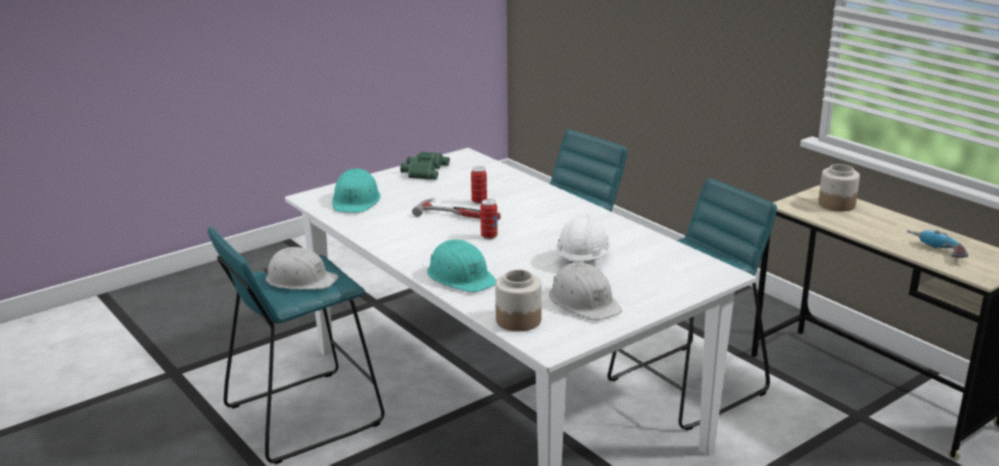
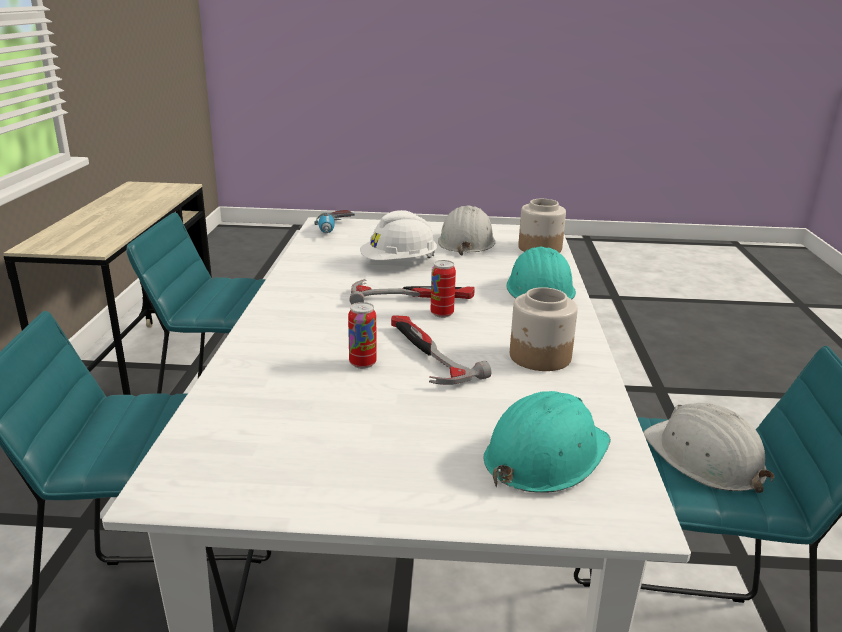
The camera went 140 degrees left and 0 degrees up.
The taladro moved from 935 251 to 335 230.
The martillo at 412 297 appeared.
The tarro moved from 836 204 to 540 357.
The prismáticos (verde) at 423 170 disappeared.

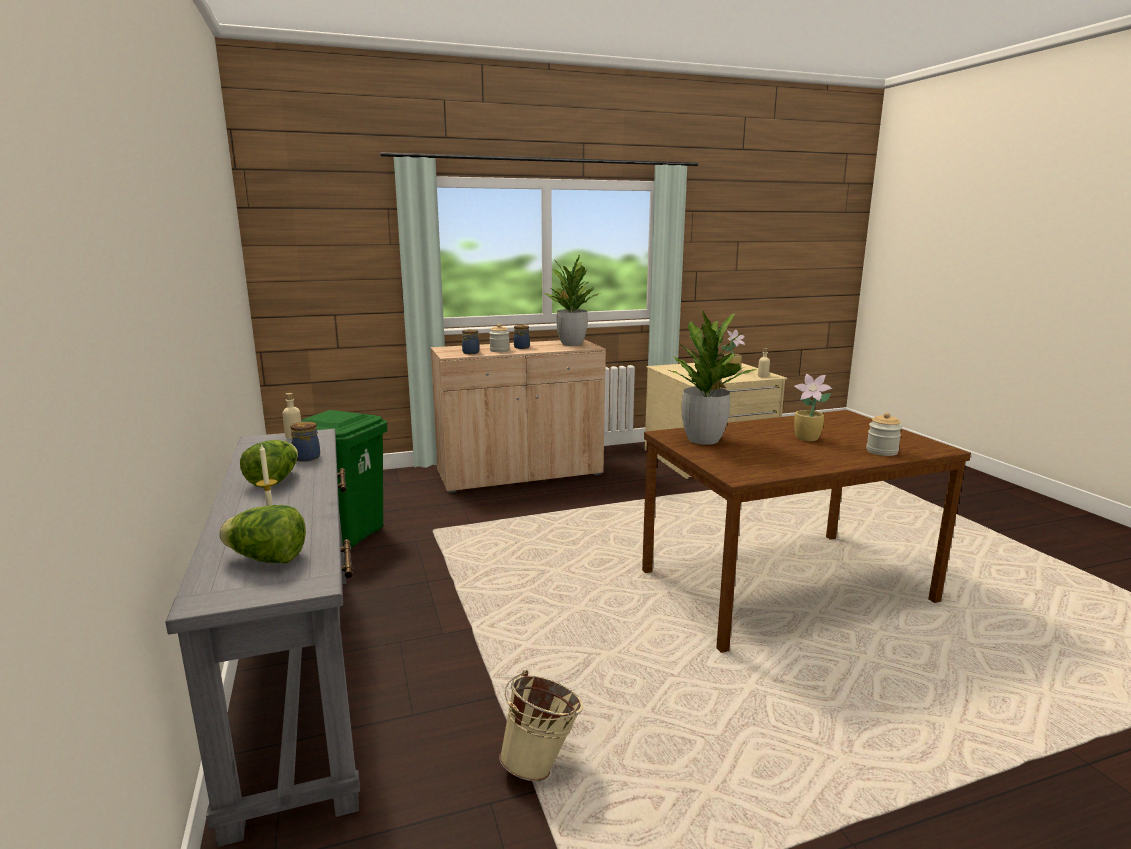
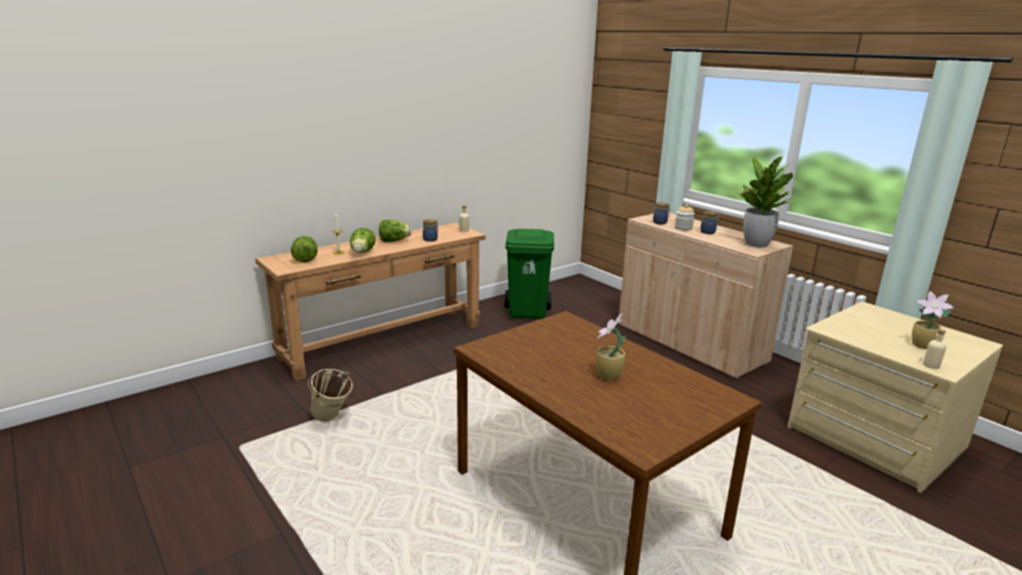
The camera went 70 degrees right and 5 degrees up.
The mesa consola (gris) at 300 674 became the mesa consola (marrón) at 383 341.
The lechuga at 362 253 appeared.
The planta en maceta at 703 440 disappeared.
The tarro at 881 451 disappeared.

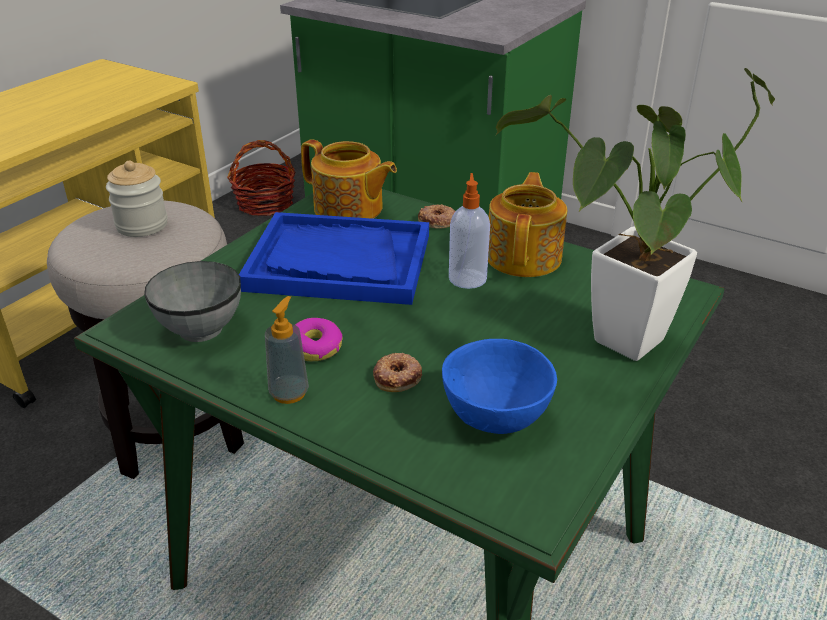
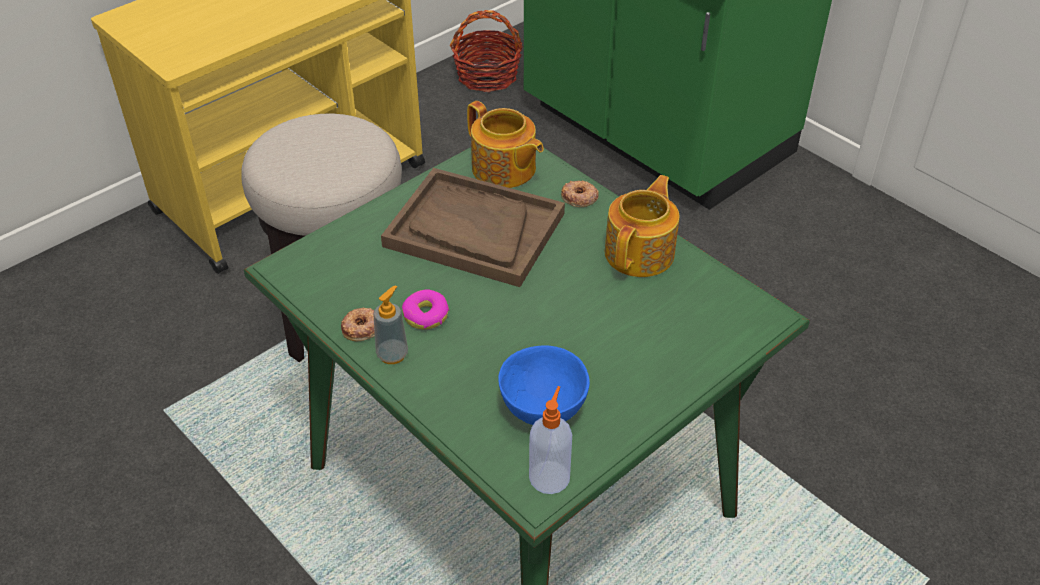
The camera went 15 degrees right and 10 degrees up.
The rosquilla moved from 398 377 to 362 328.
The bandeja (azul) at 338 262 became the bandeja (marrón) at 474 230.
The dispensador de jabón moved from 467 278 to 550 476.
The tarro at 142 225 disappeared.
The cuenco (gris) at 199 329 disappeared.
The planta en maceta at 618 348 disappeared.

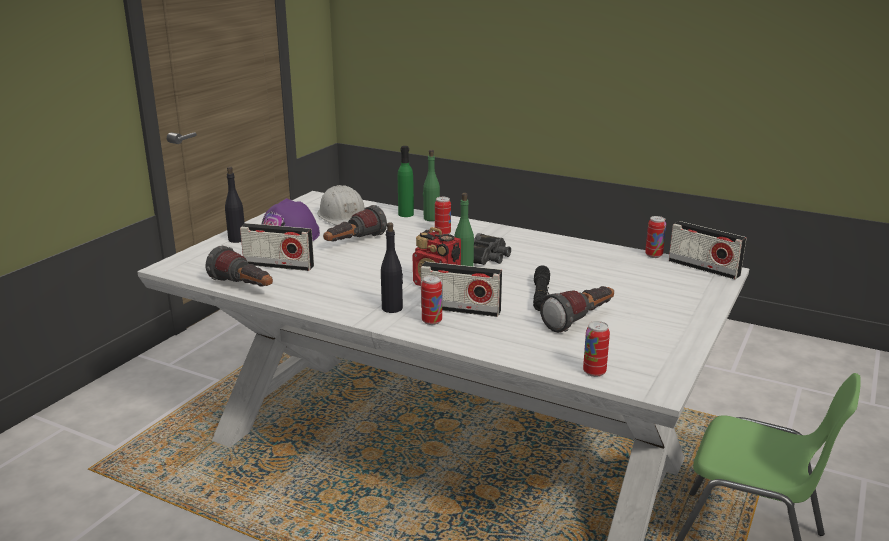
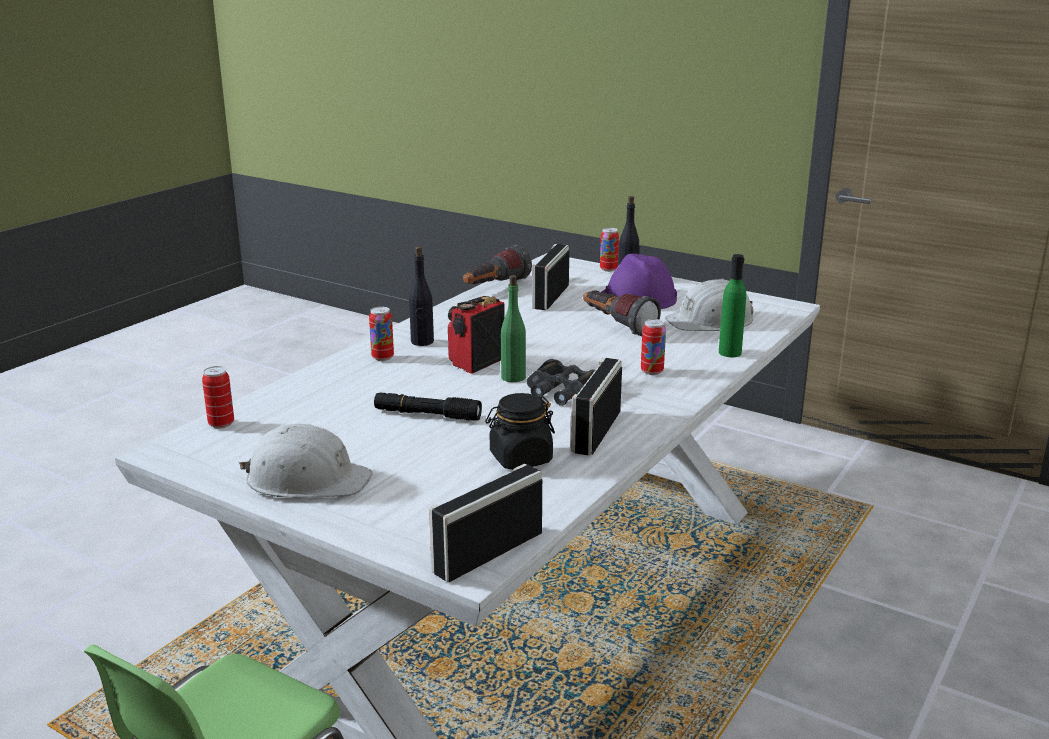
The camera went 95 degrees right and 0 degrees up.
The casco (blanco) at 307 479 appeared.
The tarro (negro) at 520 458 appeared.
The radio moved from 460 309 to 596 431.
The lata moved from 653 255 to 608 269.
The botella (verde) at 431 218 disappeared.
The linterna at 580 321 disappeared.

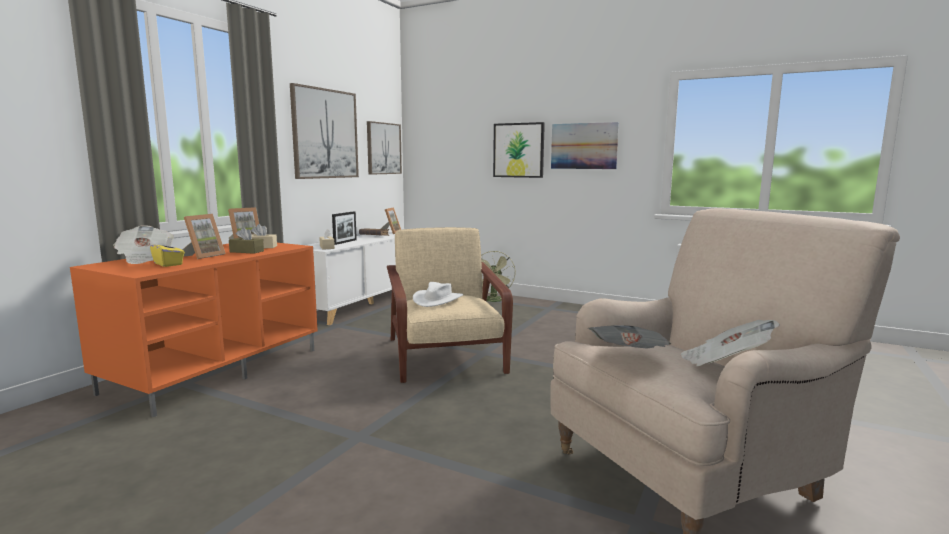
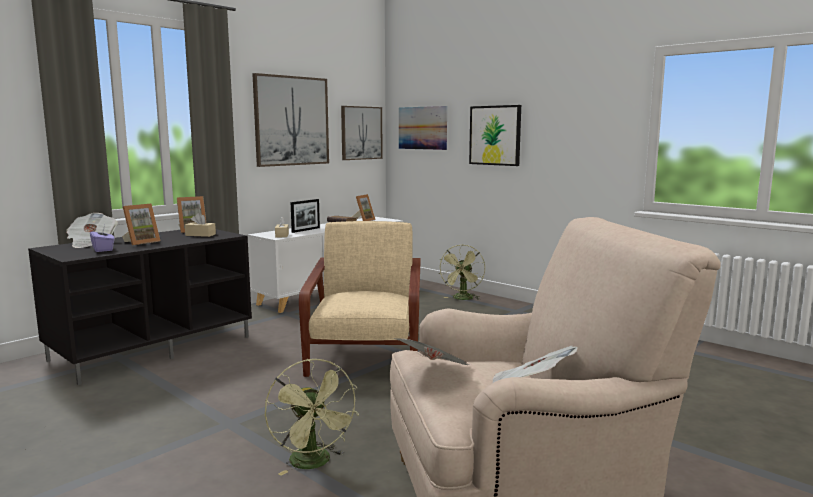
The camera went 15 degrees right and 0 degrees up.
The mueble de televisión (naranja) at 216 369 became the mueble de televisión (negro) at 153 347.
The caja de pañuelos (amarillo) at 168 264 became the caja de pañuelos (morado) at 103 249.
The ventilador (verde) at 314 463 appeared.
The cuadro moved from 583 146 to 422 128.
The caja de pañuelos (marrón) at 246 251 disappeared.
The sombrero (blanco) at 438 300 disappeared.

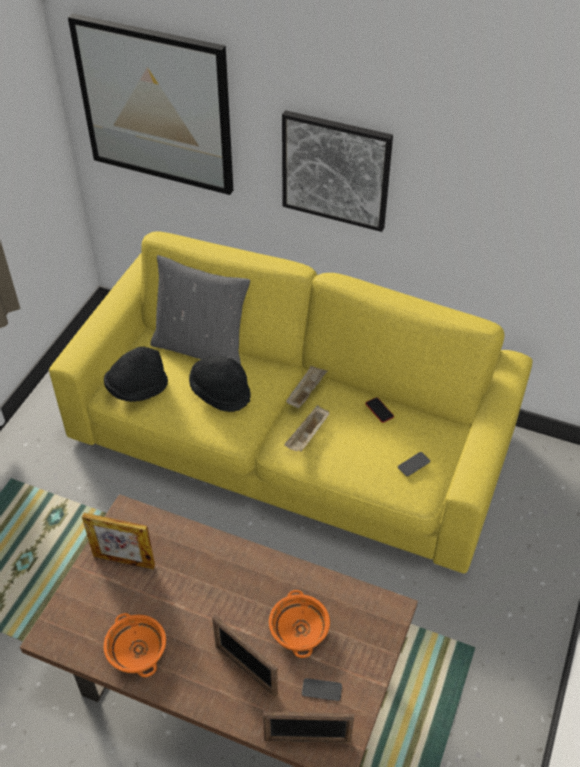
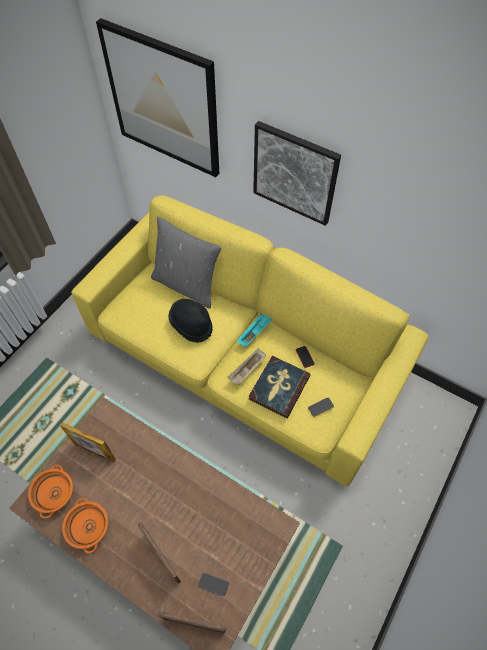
The camera went 10 degrees right and 10 degrees up.
The cuenco (naranja) moved from 298 630 to 54 493.
The bandeja (beis) at 306 392 became the bandeja (turquesa) at 254 333.
The libro at 279 387 appeared.
The sombrero (negro) at 137 388 disappeared.

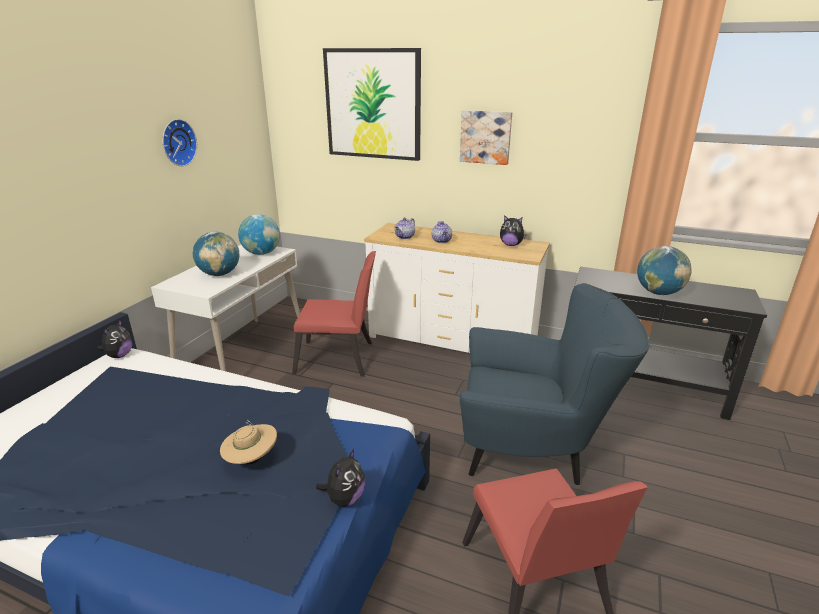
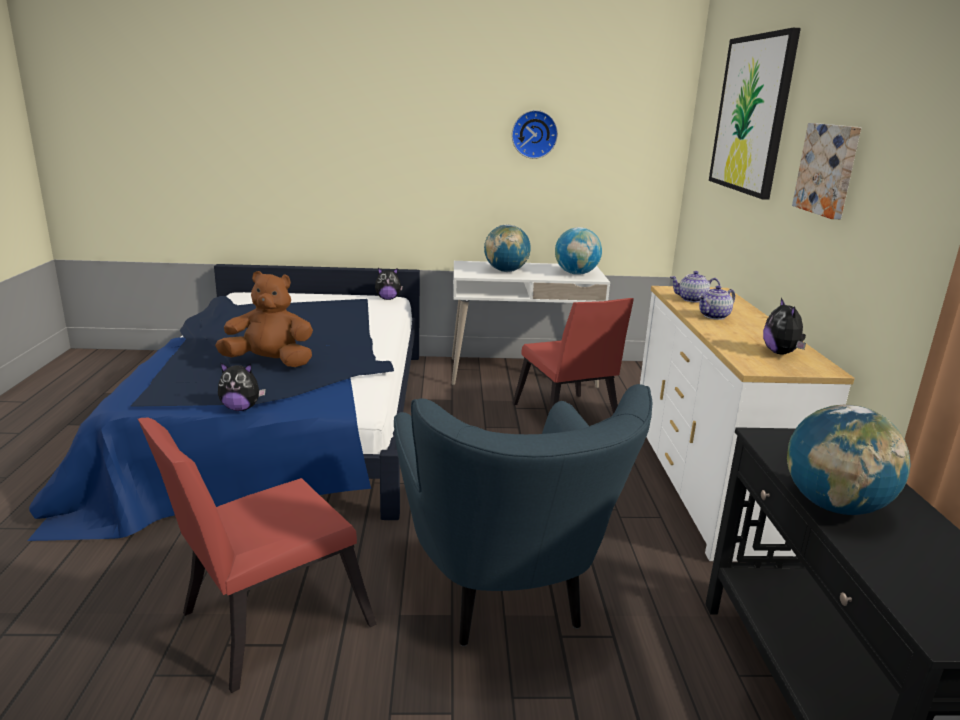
The camera went 65 degrees right and 5 degrees down.
The sombrero (beis) at 251 459 was replaced by the peluche (marrón) at 270 362.

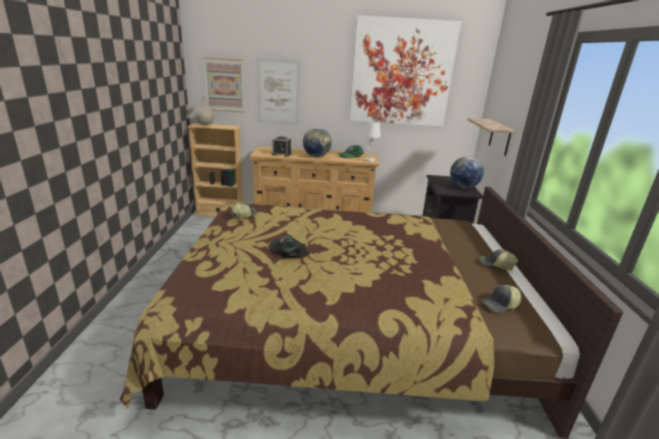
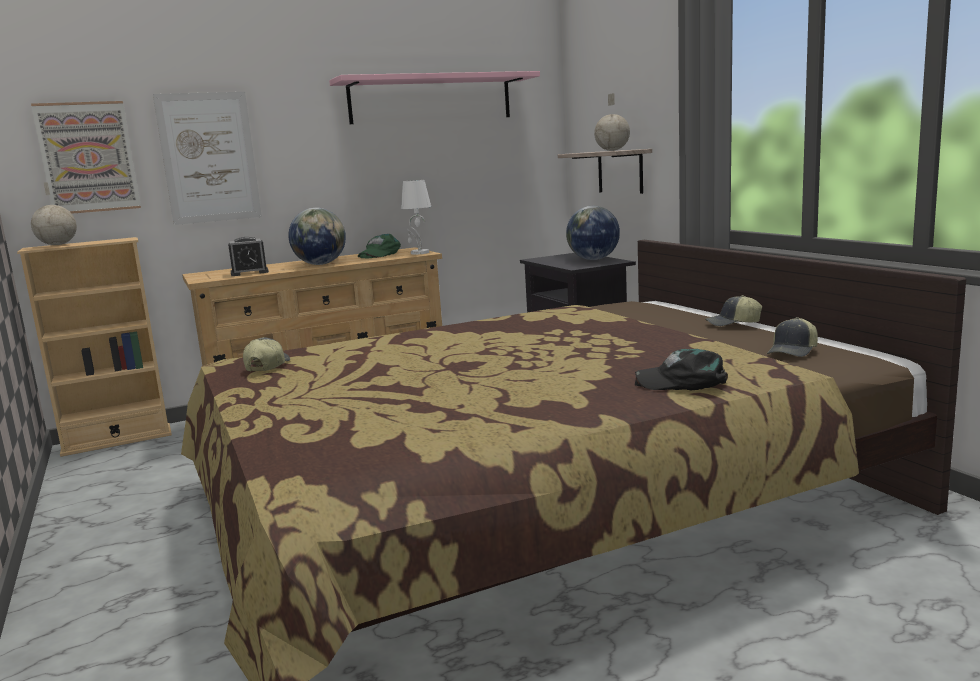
The camera went 25 degrees left and 10 degrees down.
The cuadro at 402 73 was replaced by the estante (rosa) at 431 99.
The globo terráqueo at 612 150 appeared.
The gorra (negro) moved from 288 251 to 682 382.

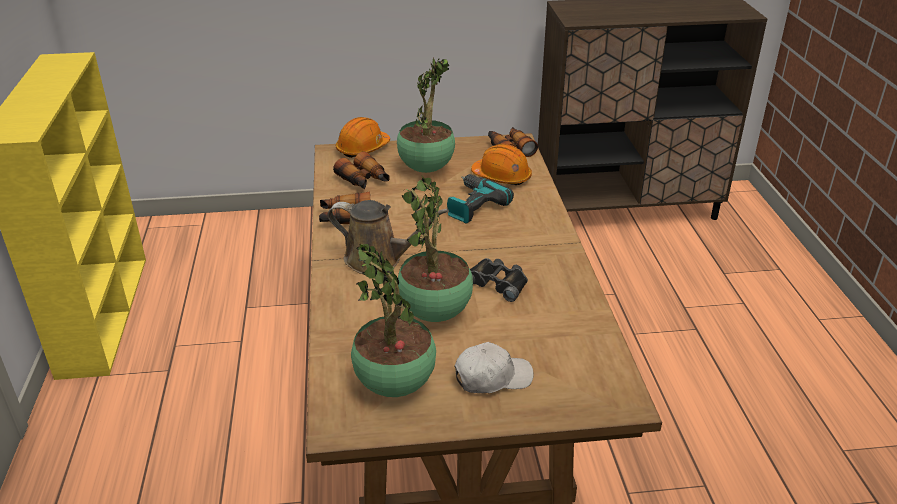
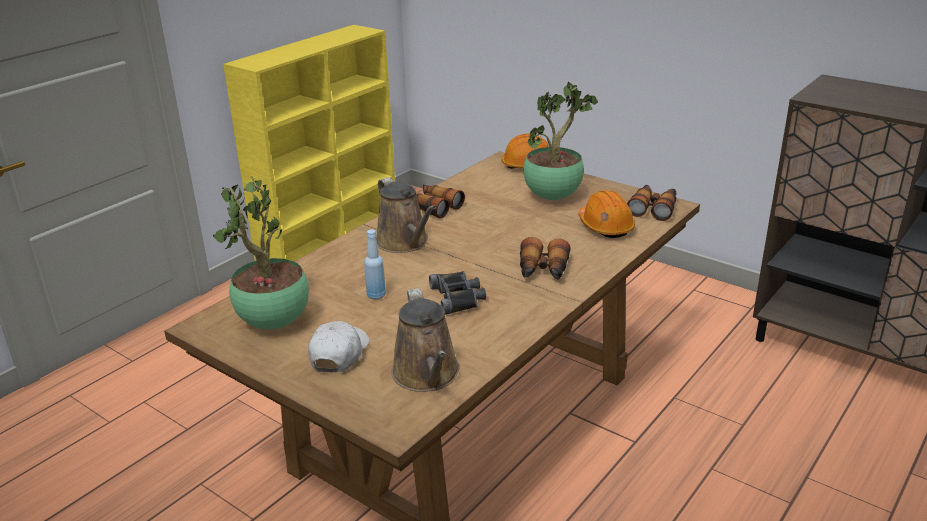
The camera went 45 degrees right and 5 degrees down.
The gorra (blanco) at 492 377 turned 105 degrees counterclockwise.
The planta en maceta at 435 315 was replaced by the botella (azul) at 376 295.
The regadera (marrón) at 427 375 appeared.
The prismáticos moved from 364 181 to 543 270.
The taladro at 472 205 disappeared.

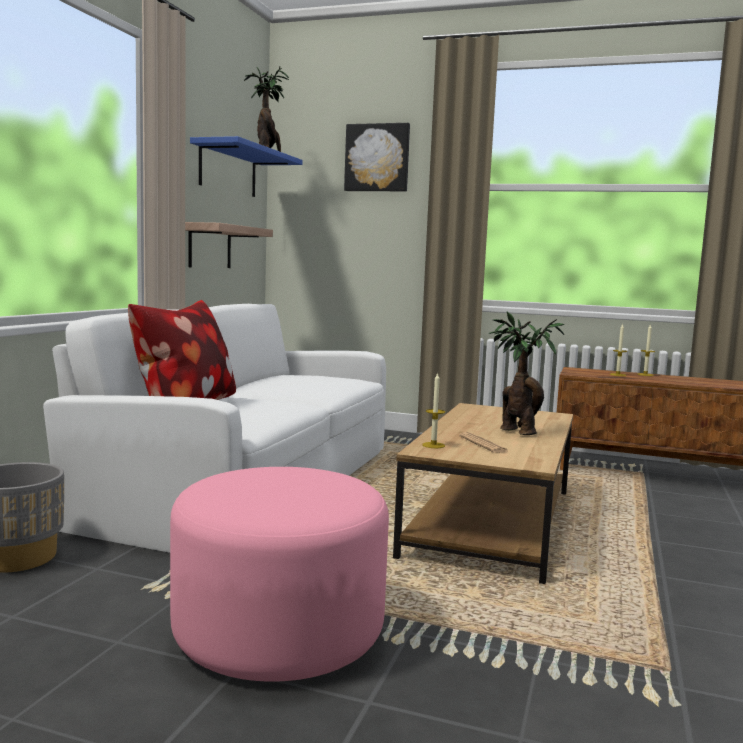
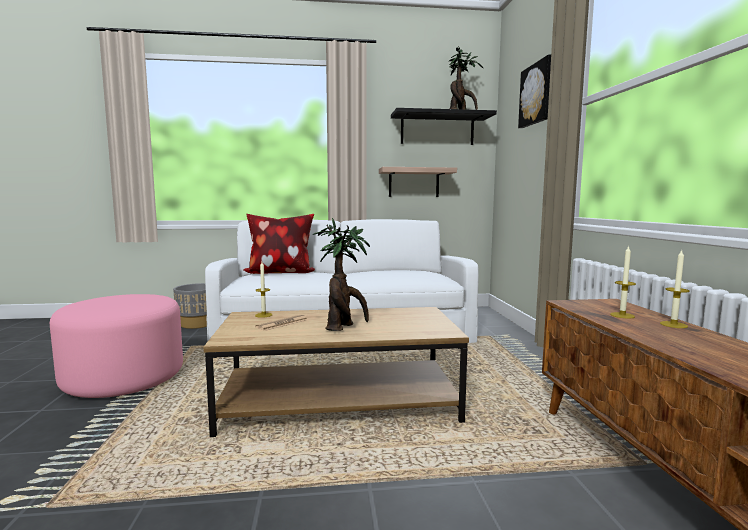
The camera went 65 degrees right and 0 degrees up.
The estante (azul) at 228 170 became the estante (negro) at 437 130.

